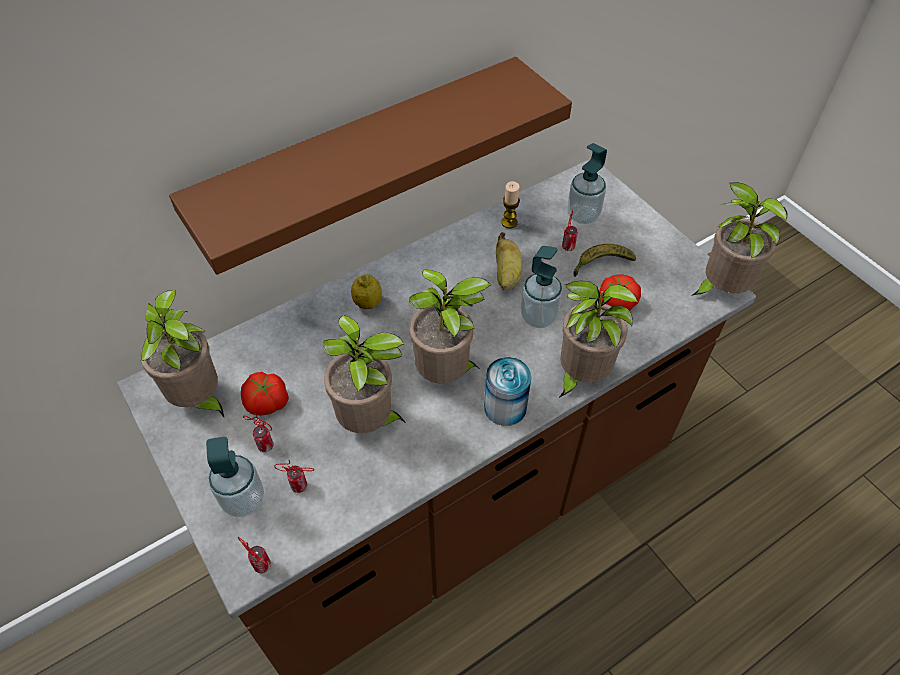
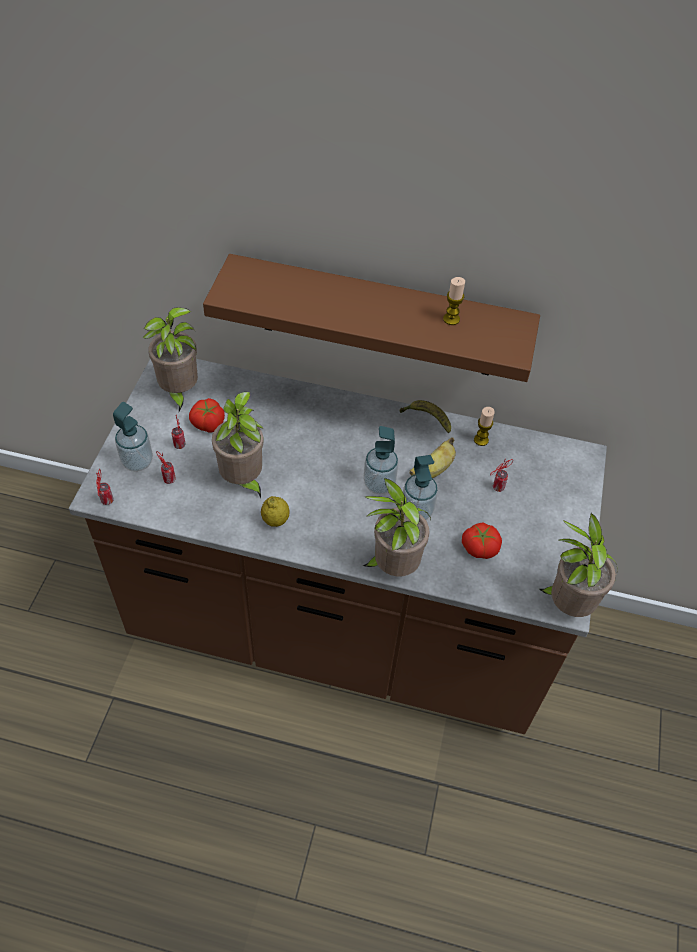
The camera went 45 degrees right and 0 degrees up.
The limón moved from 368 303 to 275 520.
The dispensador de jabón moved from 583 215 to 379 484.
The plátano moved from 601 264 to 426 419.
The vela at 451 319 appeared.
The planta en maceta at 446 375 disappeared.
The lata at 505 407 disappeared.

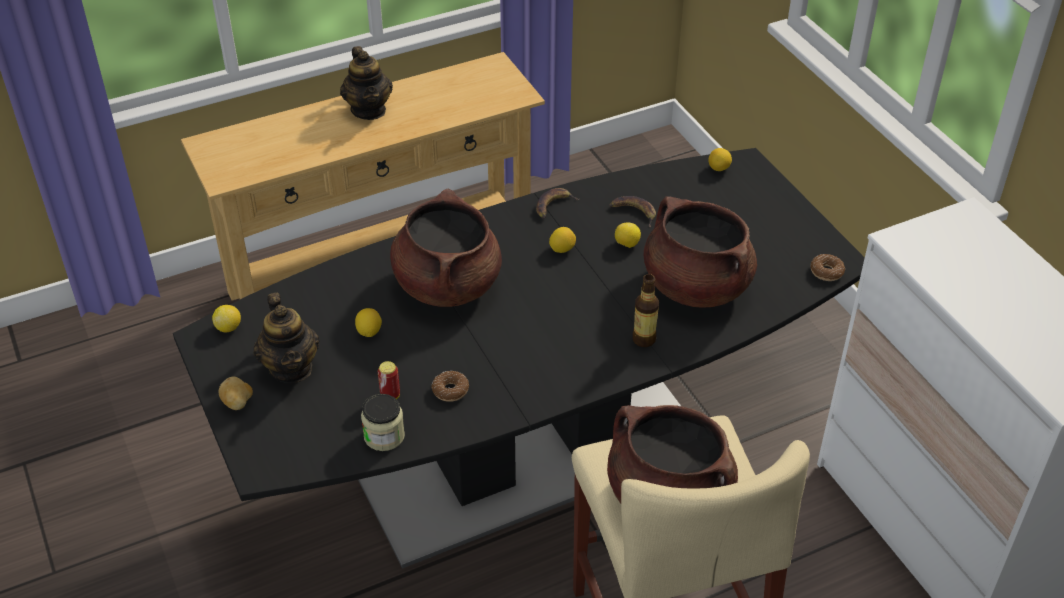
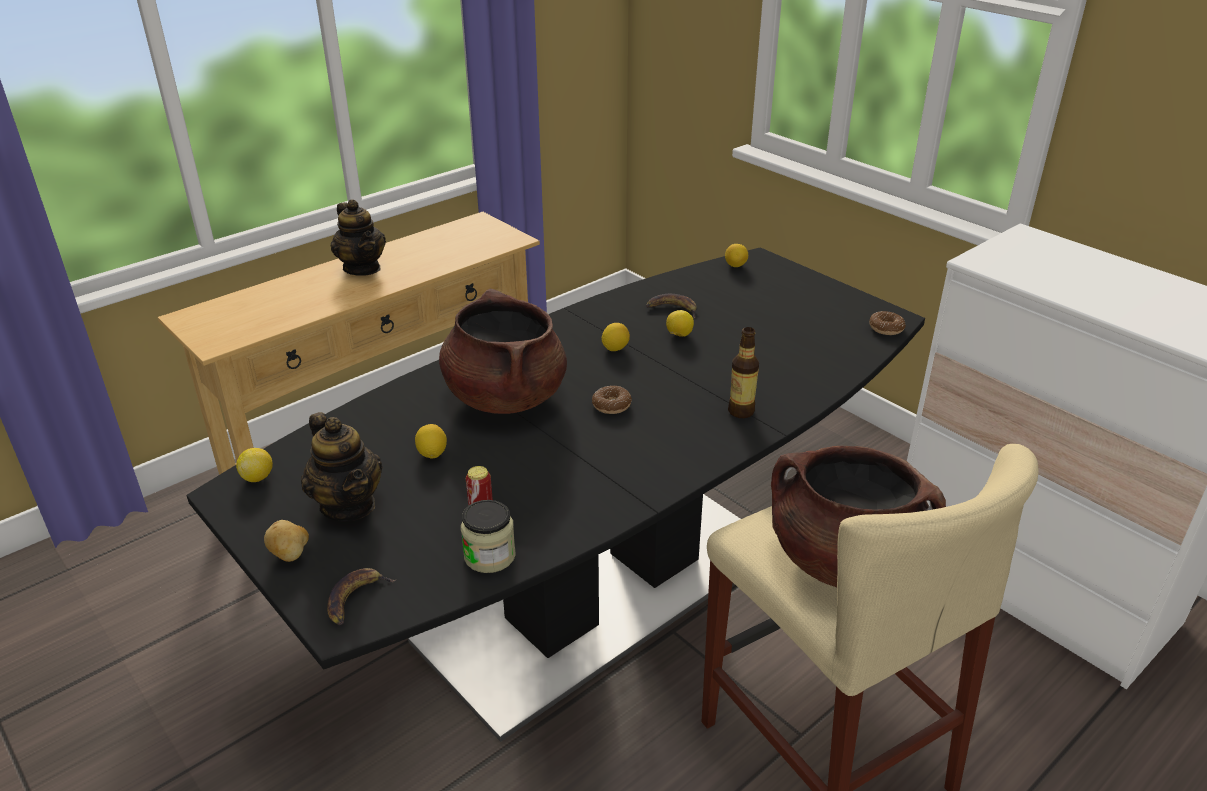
The camera went 15 degrees left and 10 degrees down.
The plátano moved from 553 206 to 356 599.
The rosquilla moved from 450 390 to 611 405.
The olla (marrón) at 695 286 disappeared.

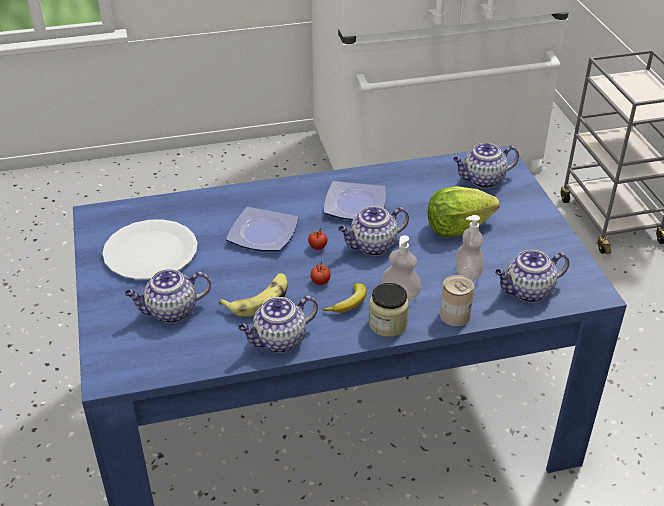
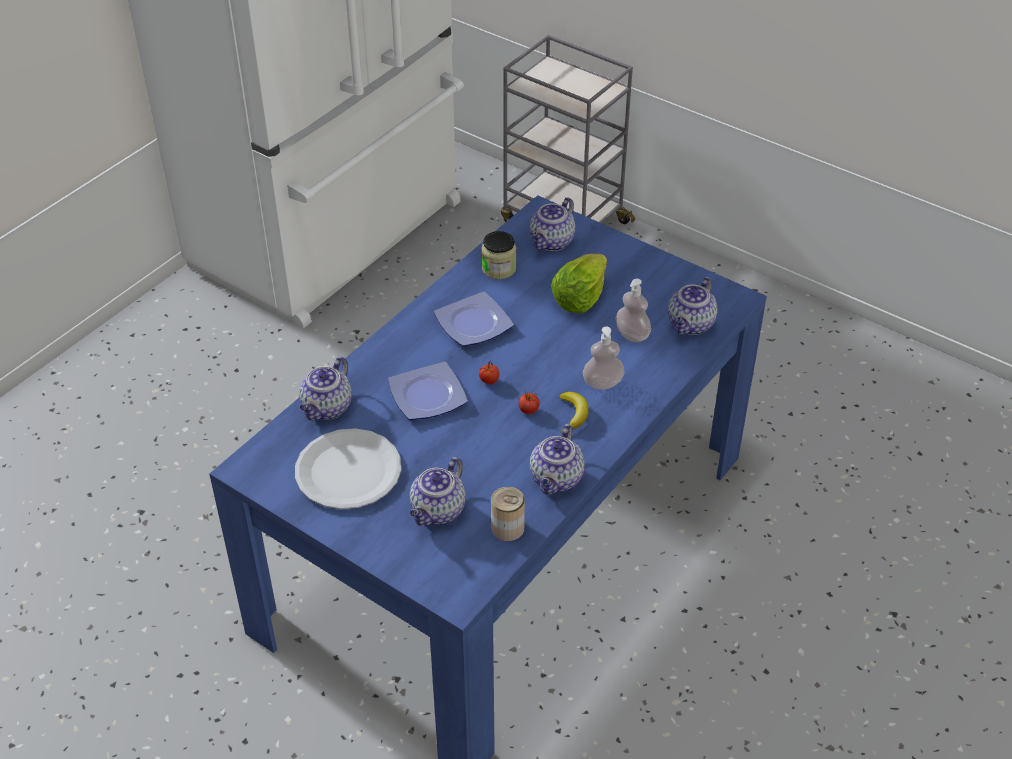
The camera went 40 degrees left and 5 degrees up.
The tetera moved from 372 246 to 327 408.
The tarro moved from 388 324 to 499 269.
The lata moved from 455 315 to 507 528.
The plátano at 259 300 disappeared.

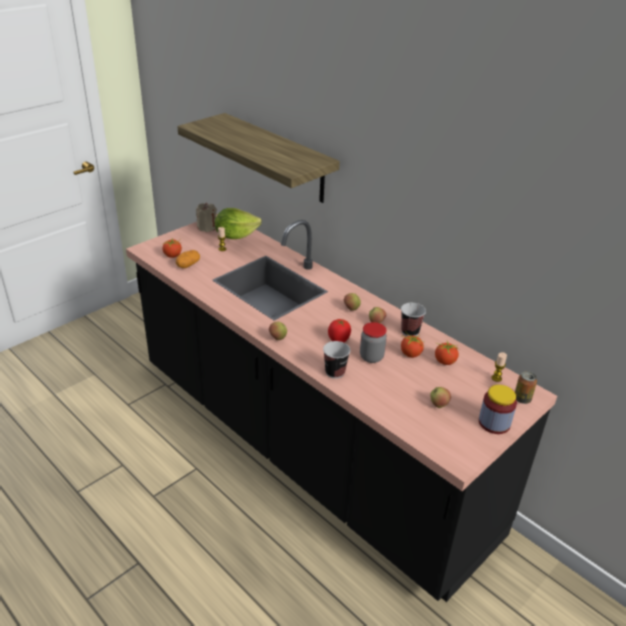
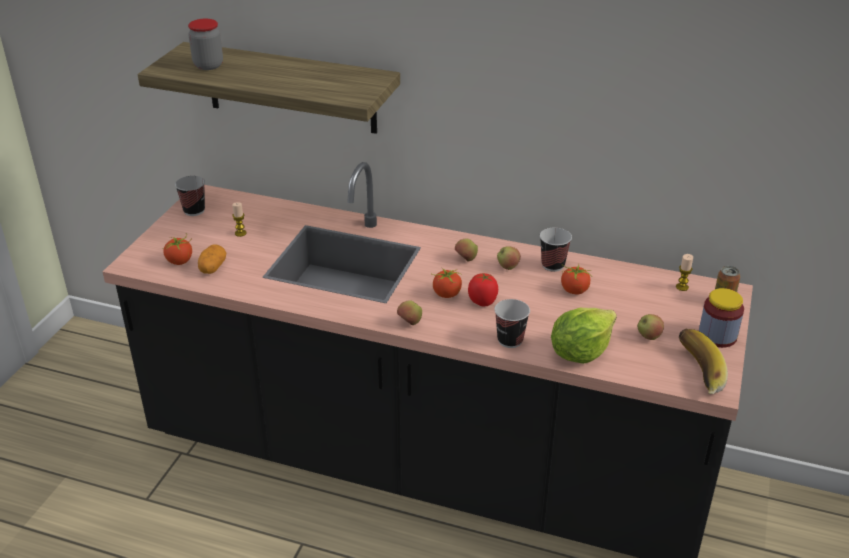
The camera went 25 degrees left and 0 degrees up.
The vela (beis) at 207 227 was replaced by the taza at 194 211.
The tarro moved from 371 357 to 208 65.
The tomate moved from 444 361 to 446 294.
The lechuga moved from 235 235 to 580 352.
The plátano at 695 372 appeared.

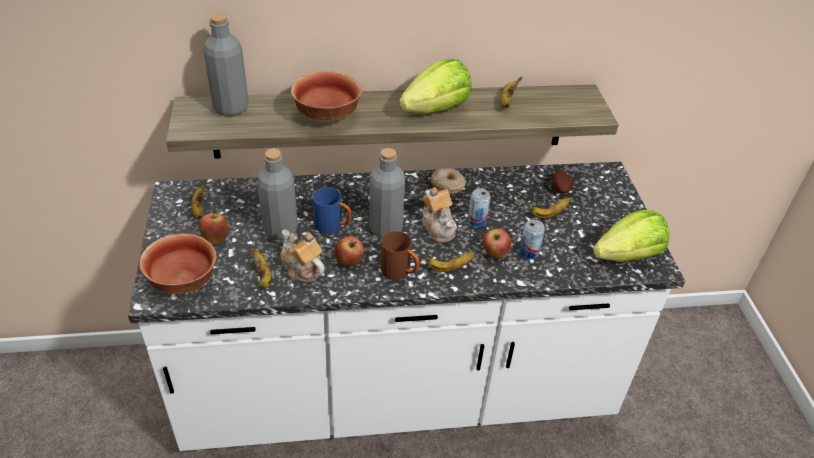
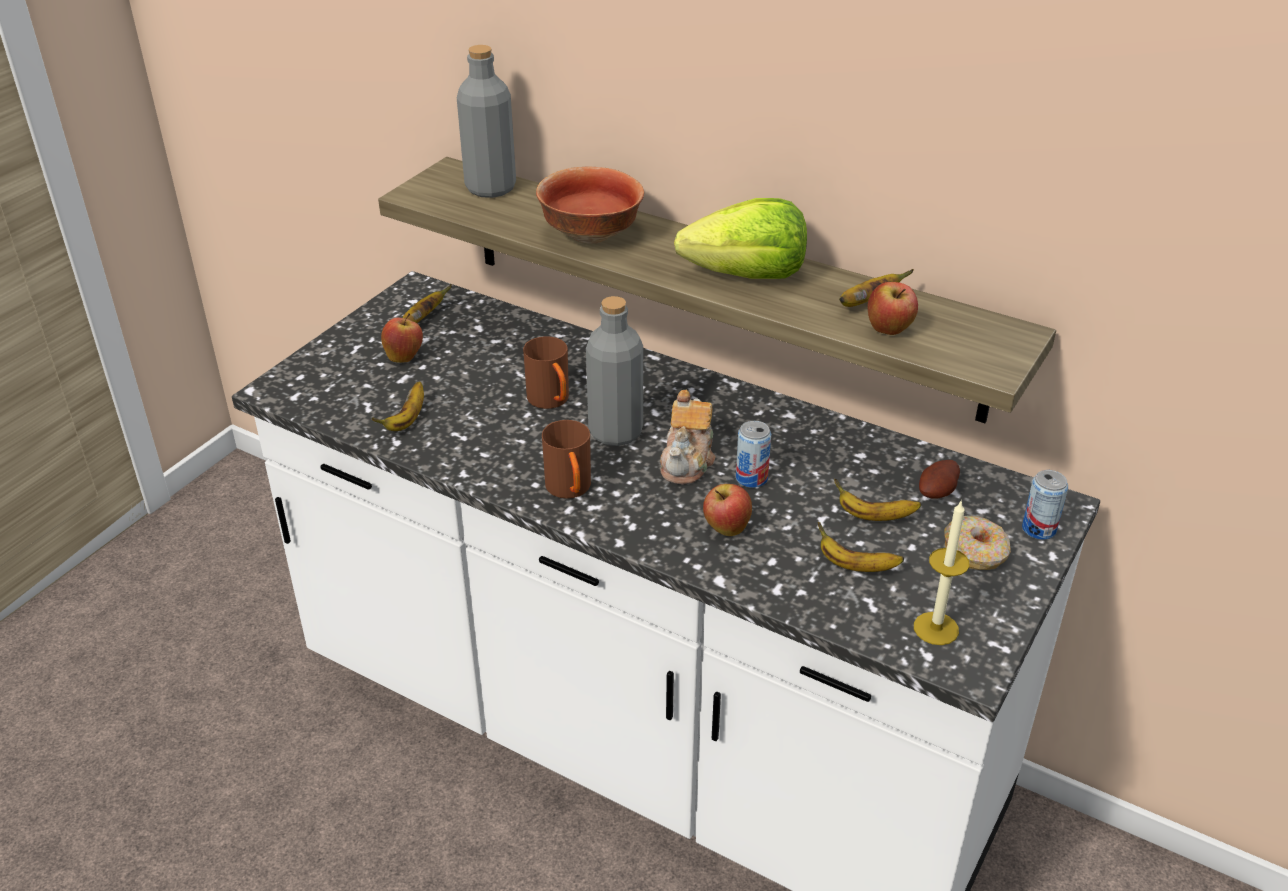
The camera went 40 degrees right and 5 degrees down.
The taza grande (azul) at 333 226 became the taza grande (marrón) at 552 402.
The plátano moved from 449 267 to 855 566.
The manzana moved from 349 262 to 889 330.
The lechuga at 628 256 was replaced by the vela at 936 628.
The rosquilla moved from 448 186 to 976 552.
The lata moved from 529 253 to 1039 529.
The cuenco at 184 281 disappeared.
The botella (gris) at 280 230 disappeared.
The tetera at 302 268 disappeared.

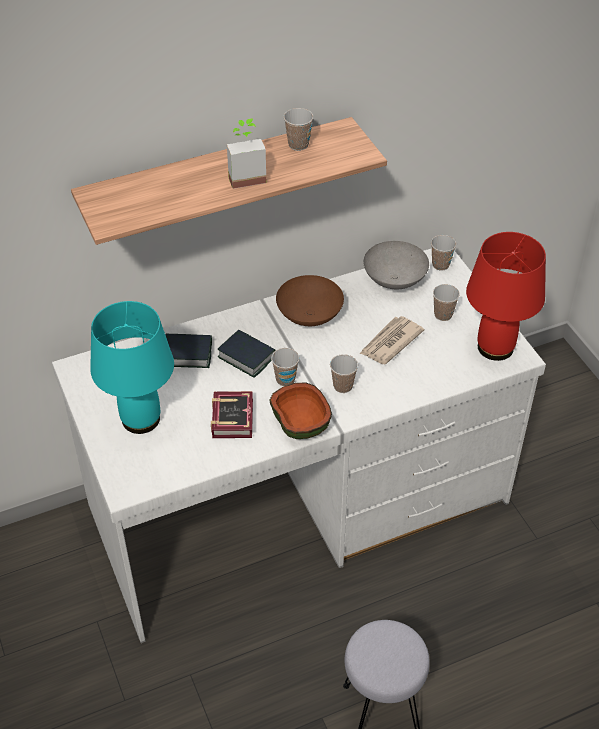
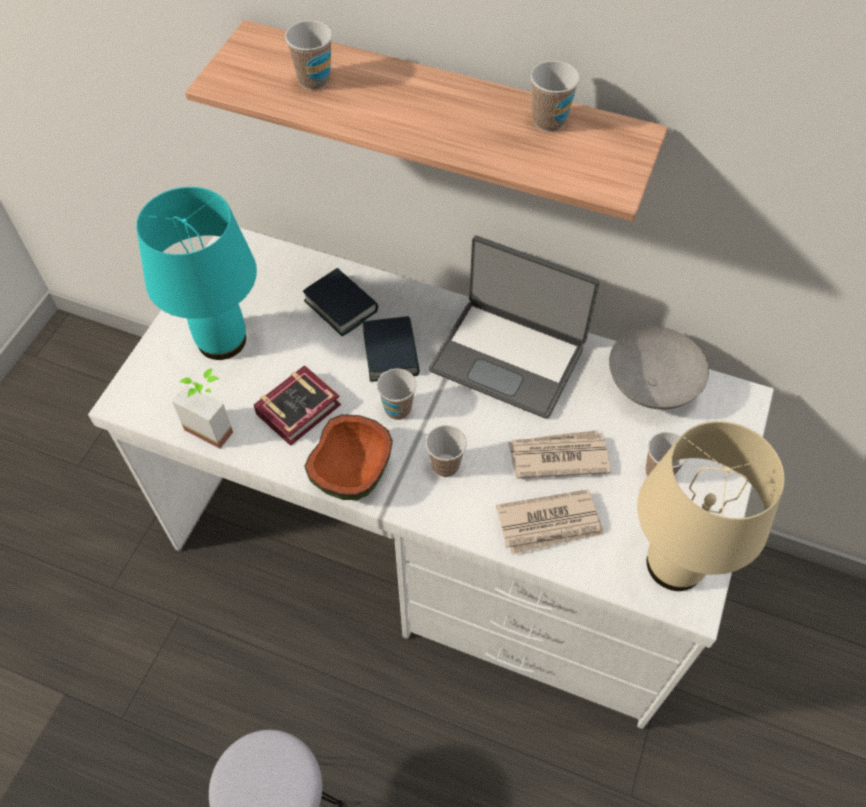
The camera went 45 degrees right and 10 degrees up.
The planta en maceta moved from 245 176 to 214 424.
The taza moved from 440 265 to 314 80.
The cuenco (marrón) at 310 315 was replaced by the portátil at 508 357.
The periódico at 550 524 appeared.
The lámpara de mesa (rojo) at 494 348 became the lámpara de mesa (beis) at 673 564.

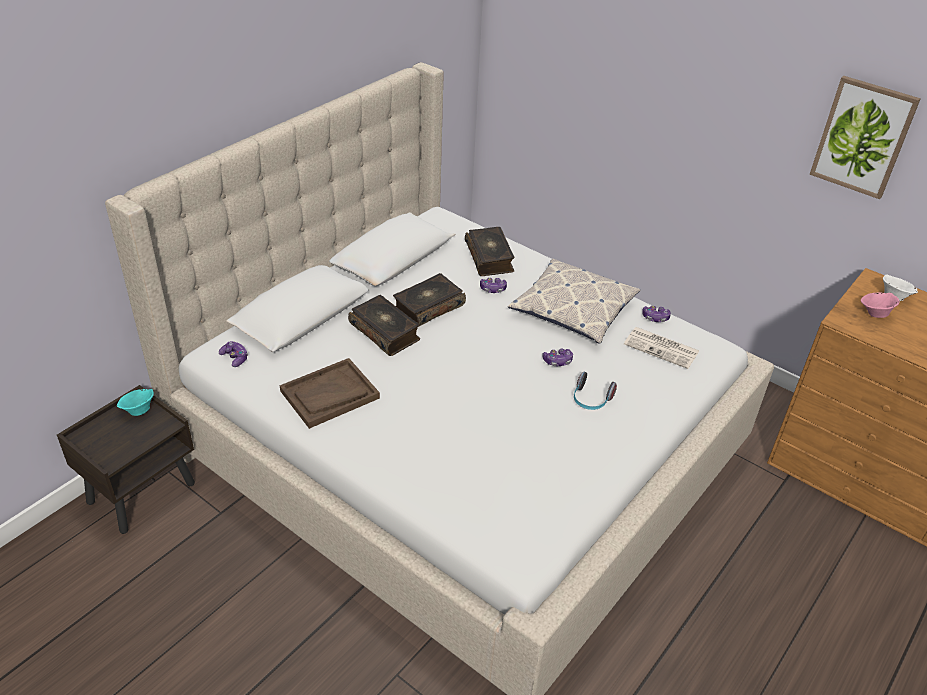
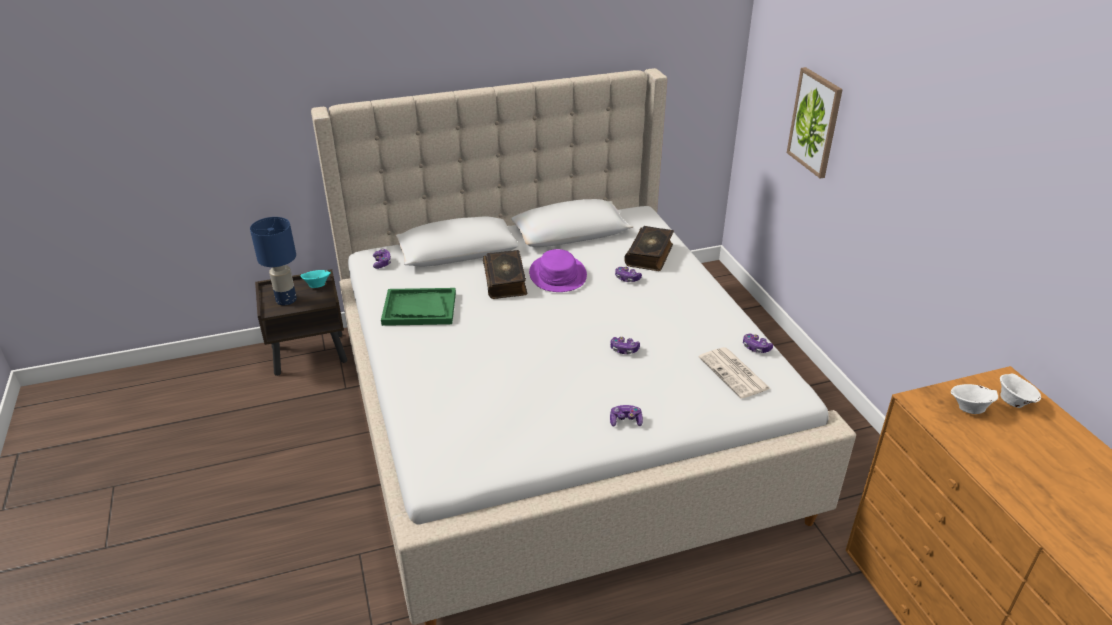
The camera went 35 degrees right and 5 degrees down.
The lámpara de mesa (azul) at 287 300 appeared.
The bandeja (marrón) at 329 395 became the bandeja (verde) at 419 309.
The libro at 428 307 was replaced by the sombrero (morado) at 558 275.
The mando de consola at 625 421 appeared.
The cuadro moved from 863 137 to 815 122.
The cuenco (rosa) at 874 313 became the cuenco (blanco) at 968 408.
The cojín at 573 309 disappeared.
The auriculares at 591 400 disappeared.

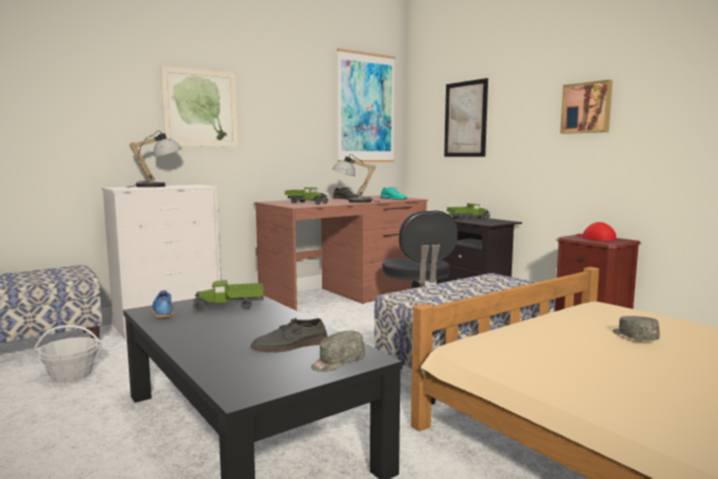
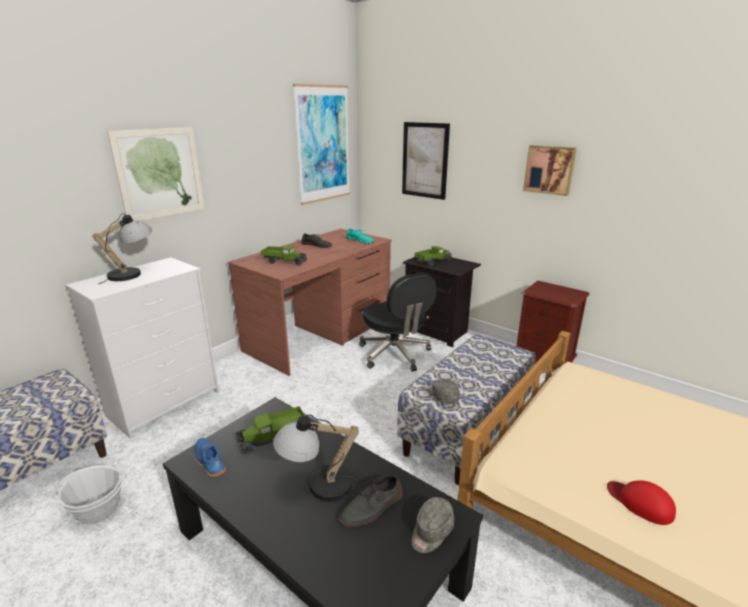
The camera went 15 degrees left and 15 degrees up.
The lámpara de mesa moved from 353 201 to 318 486.
The gorra (gris) moved from 634 337 to 442 396.
The gorra (rojo) moved from 595 238 to 640 502.

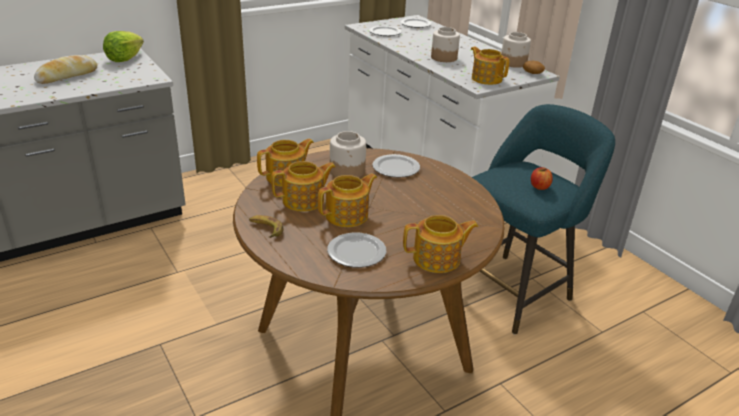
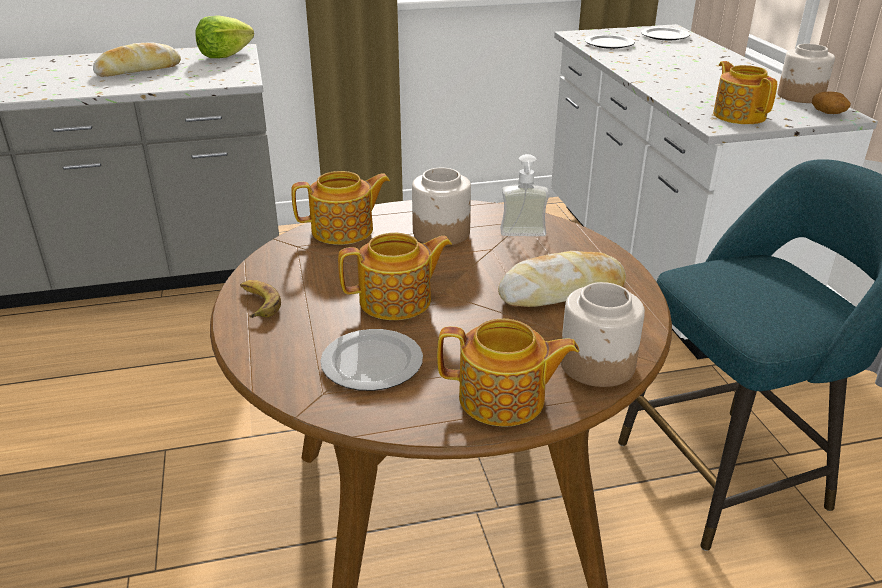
The camera went 20 degrees right and 0 degrees up.
The pan at 562 292 appeared.
The plato at 396 167 was replaced by the dispensador de jabón at 523 237.
The tarro moved from 444 58 to 598 364.
The tetera at 304 201 disappeared.
The manzana at 539 187 disappeared.

